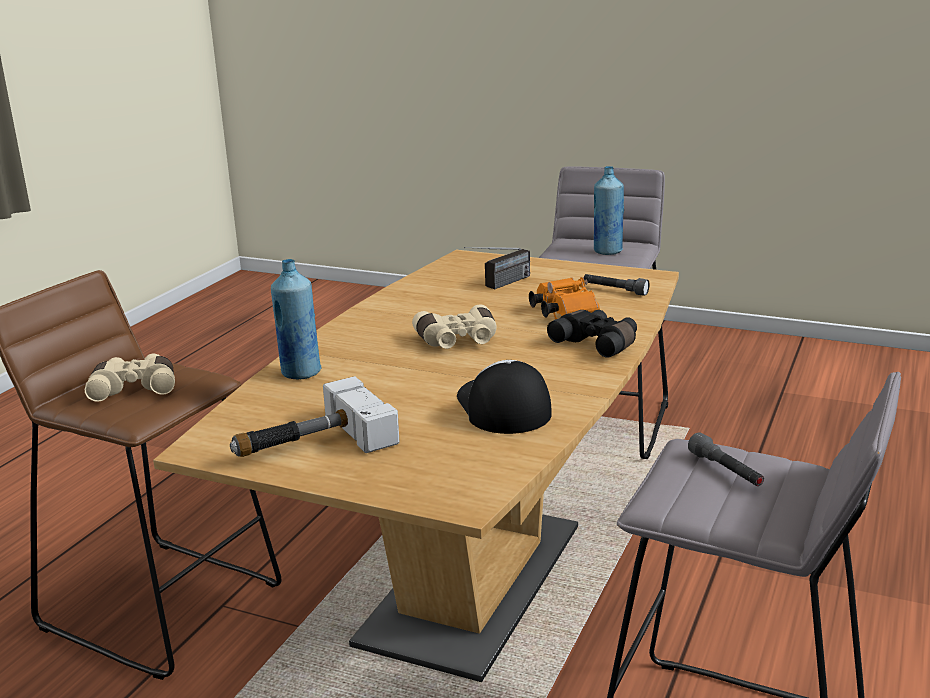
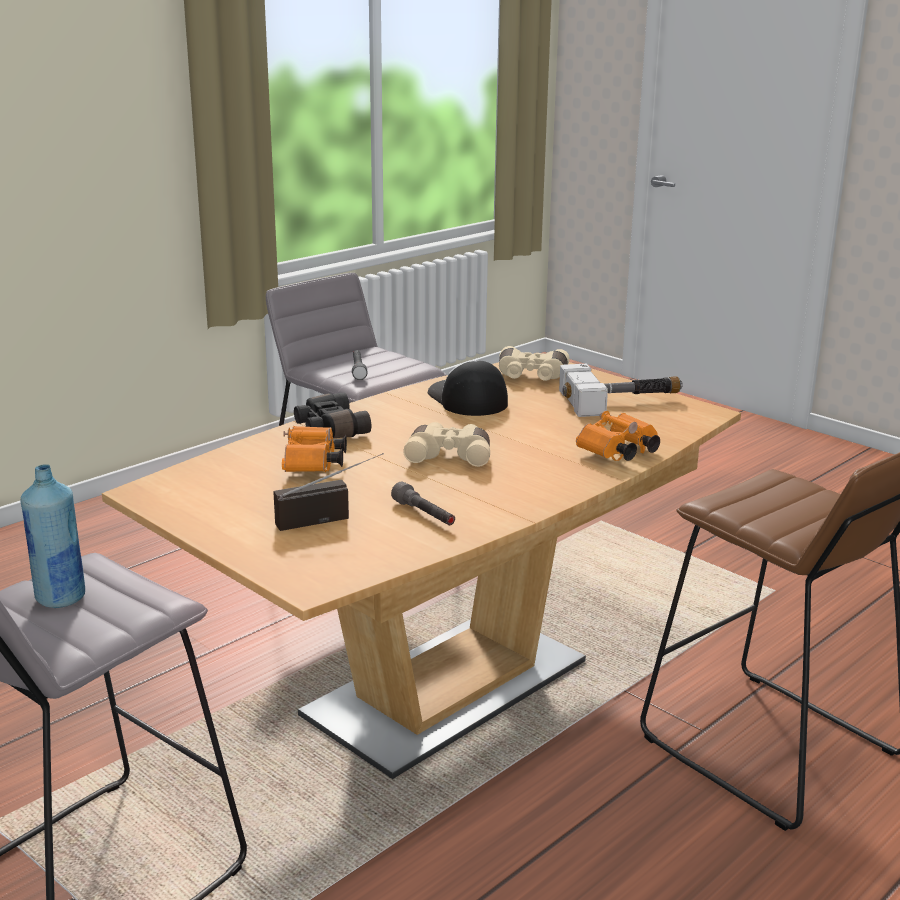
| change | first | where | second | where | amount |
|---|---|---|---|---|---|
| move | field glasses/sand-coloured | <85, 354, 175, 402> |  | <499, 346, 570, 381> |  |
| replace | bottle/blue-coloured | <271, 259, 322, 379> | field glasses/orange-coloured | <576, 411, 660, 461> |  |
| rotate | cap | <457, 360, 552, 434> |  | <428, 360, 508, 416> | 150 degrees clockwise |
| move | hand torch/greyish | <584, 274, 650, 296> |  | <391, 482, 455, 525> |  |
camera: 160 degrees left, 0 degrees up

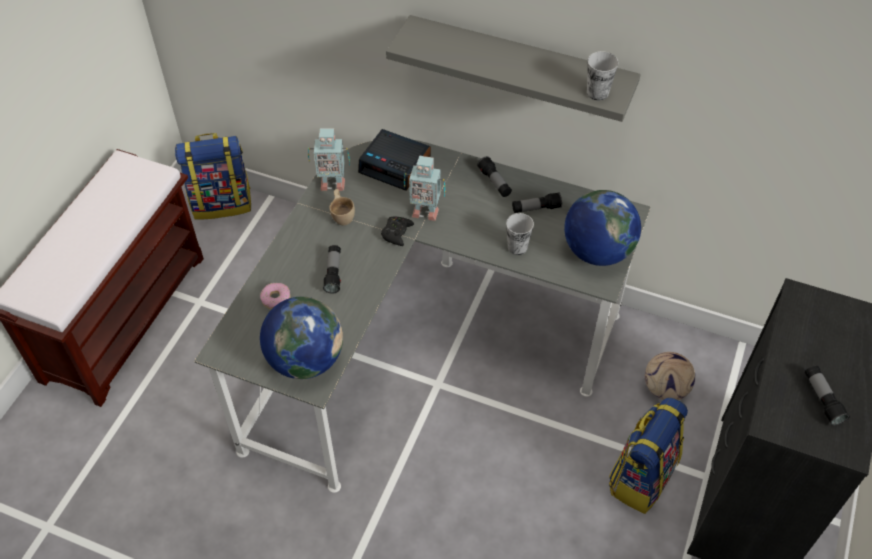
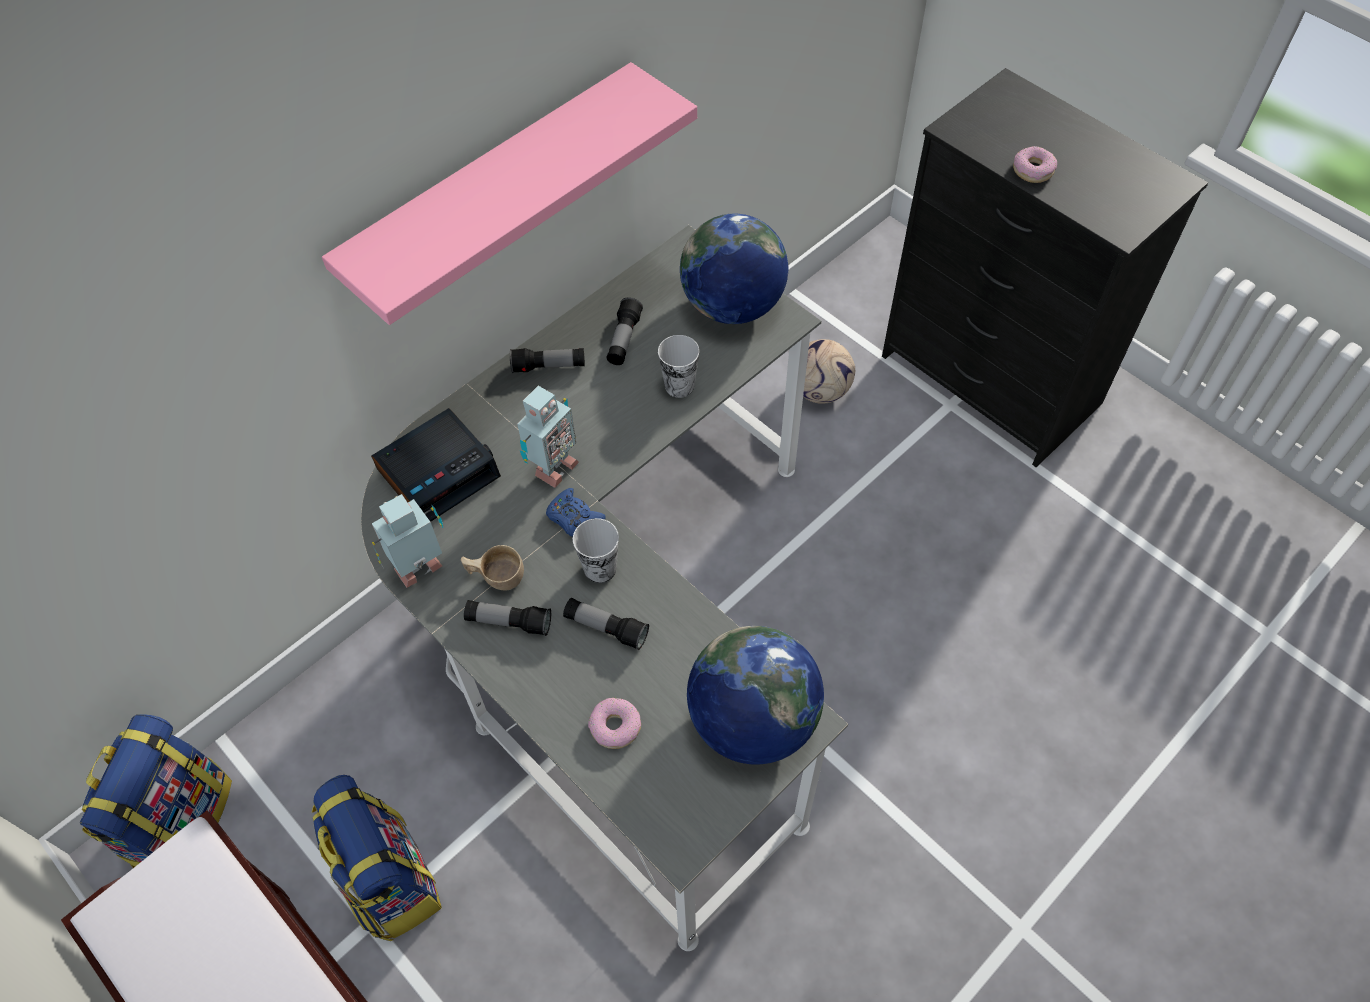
| change | first | where | second | where | amount |
|---|---|---|---|---|---|
| rotate | model robot | <308, 128, 350, 191> |  | <372, 494, 443, 588> | 150 degrees counterclockwise |
| recolor | joypad/black | <381, 217, 414, 246> | joypad/blue-coloured | <546, 488, 606, 537> |  |
| recolor | shelf/greyish | <386, 15, 641, 122> | shelf/pinkish | <322, 62, 697, 325> |  |
| move | cup | <587, 51, 619, 101> |  | <573, 518, 619, 583> |  |
| move | backpack | <609, 397, 688, 514> |  | <312, 775, 442, 941> |  |
| move | hand torch | <805, 366, 850, 426> |  | <464, 600, 551, 636> |  |
| insert |  |  | donut | <1013, 146, 1057, 183> |  |
camera: 65 degrees left, 5 degrees up

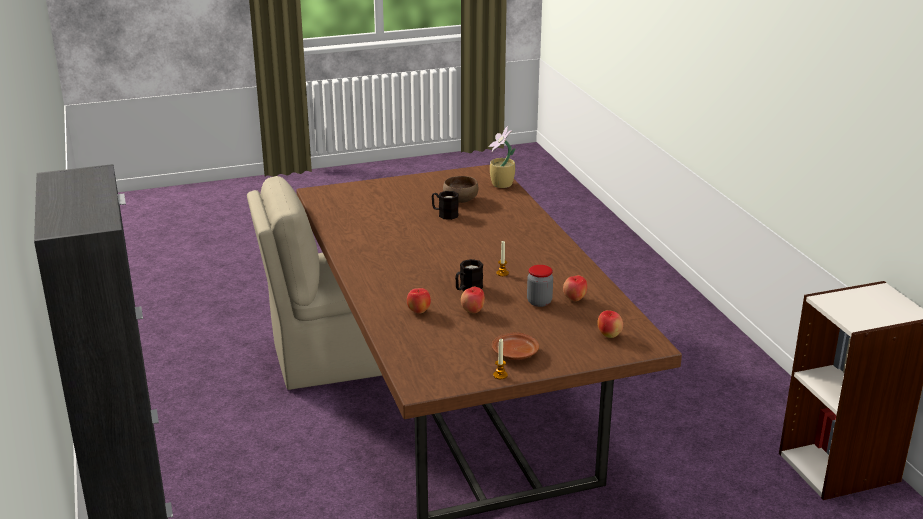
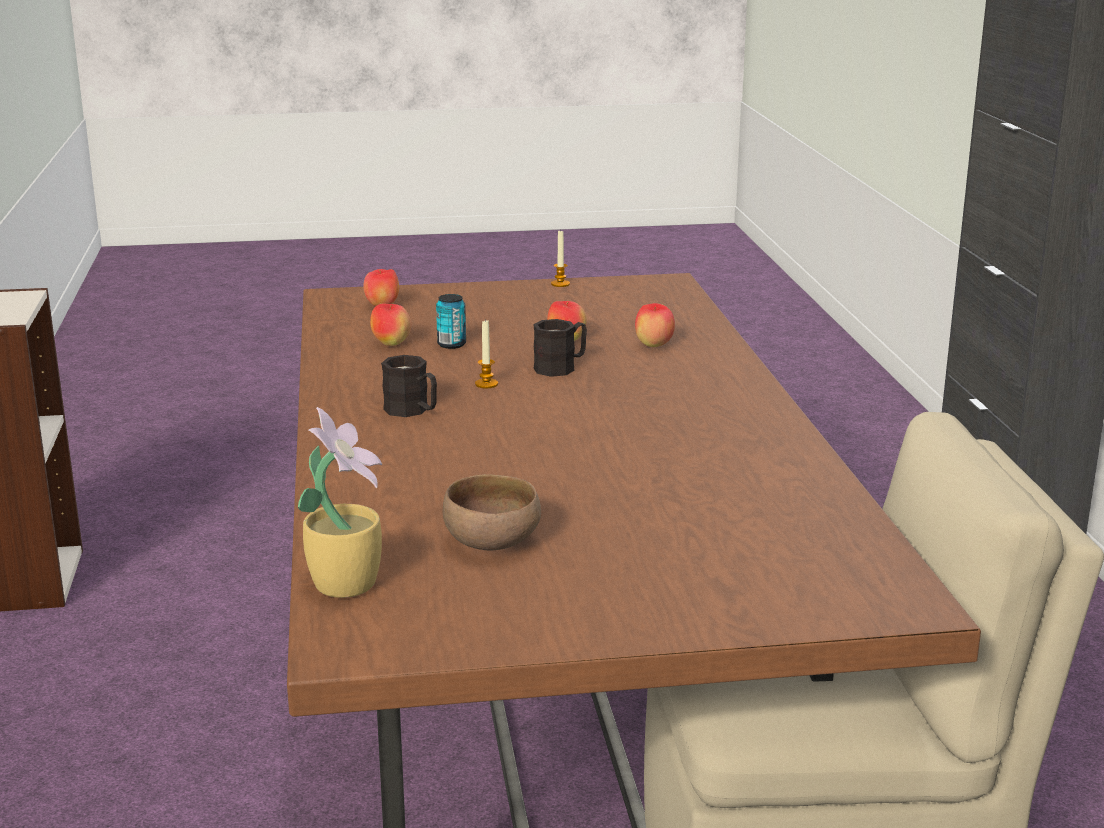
| change | first | where | second | where | amount |
|---|---|---|---|---|---|
| move | tea mug/black | <432, 191, 459, 220> |  | <381, 355, 437, 417> |  |
| delete | plate/brown | <492, 332, 539, 360> |  |  |  |
| replace | storage jar | <527, 265, 553, 307> | sealed can | <436, 294, 466, 349> |  |
camera: 170 degrees left, 5 degrees down

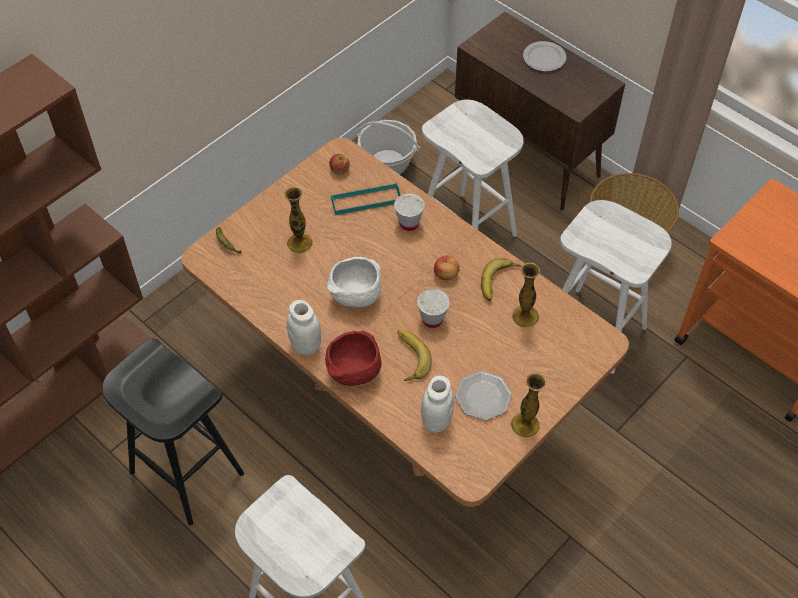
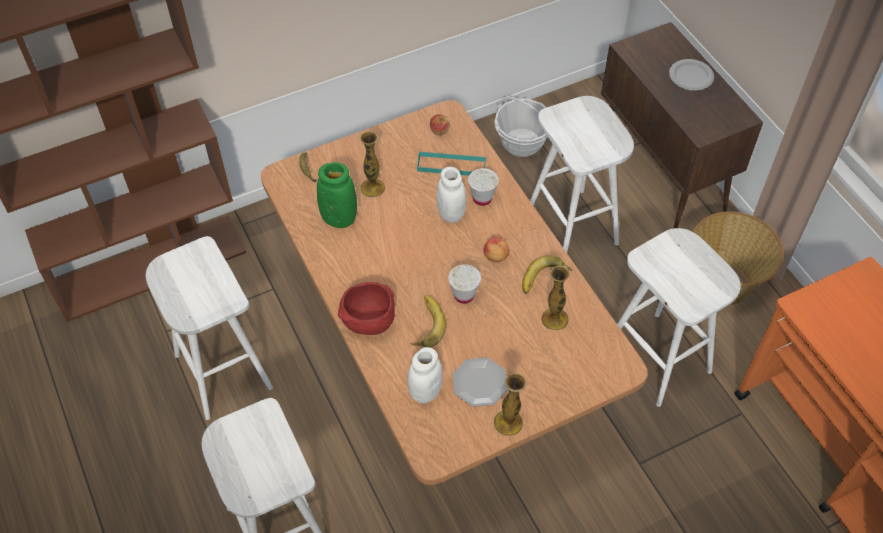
| change | first | where | second | where | amount |
|---|---|---|---|---|---|
| recolor | sitting stool/black | <102, 338, 244, 526> | sitting stool/white-coloured | <146, 236, 273, 420> |  |
| move | storage jar/white-coloured | <287, 300, 321, 355> |  | <436, 167, 466, 223> |  |
| delete | serving bowl/white-coloured | <327, 257, 381, 307> |  |  |  |
| insert |  |  | decorative vase/greenish | <317, 162, 357, 228> |  |
camera: 20 degrees right, 0 degrees up

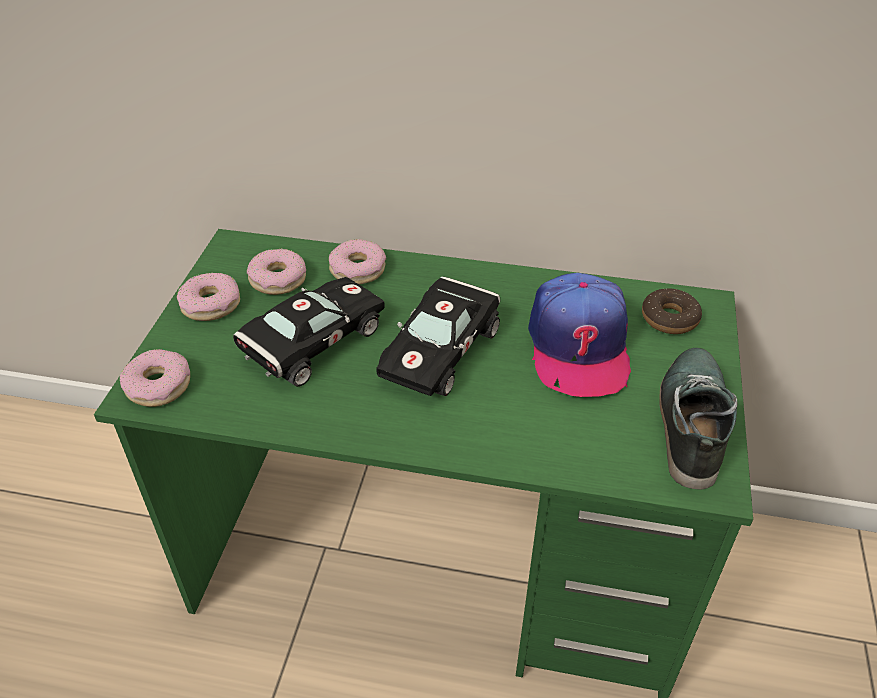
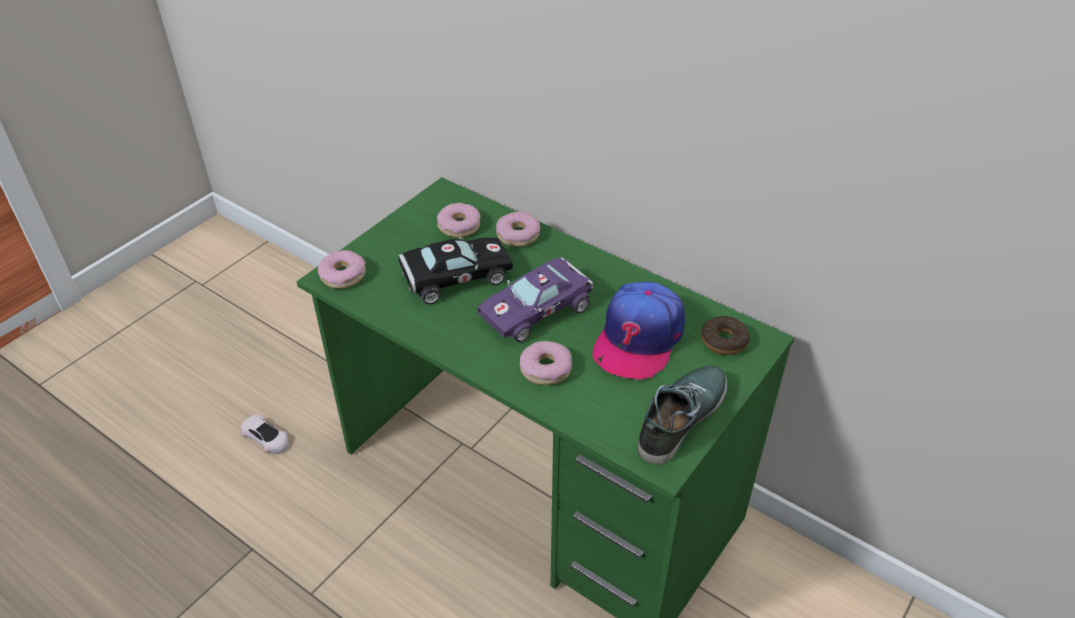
| change | first | where | second | where | amount |
|---|---|---|---|---|---|
| move | donut | <177, 273, 240, 321> |  | <520, 341, 572, 385> |  |
| recolor | toy car/black | <376, 276, 501, 396> | toy car/purple | <477, 257, 594, 342> |  |
| insert |  |  | toy car/white-coloured | <240, 414, 289, 454> |  |
camera: 25 degrees right, 0 degrees up

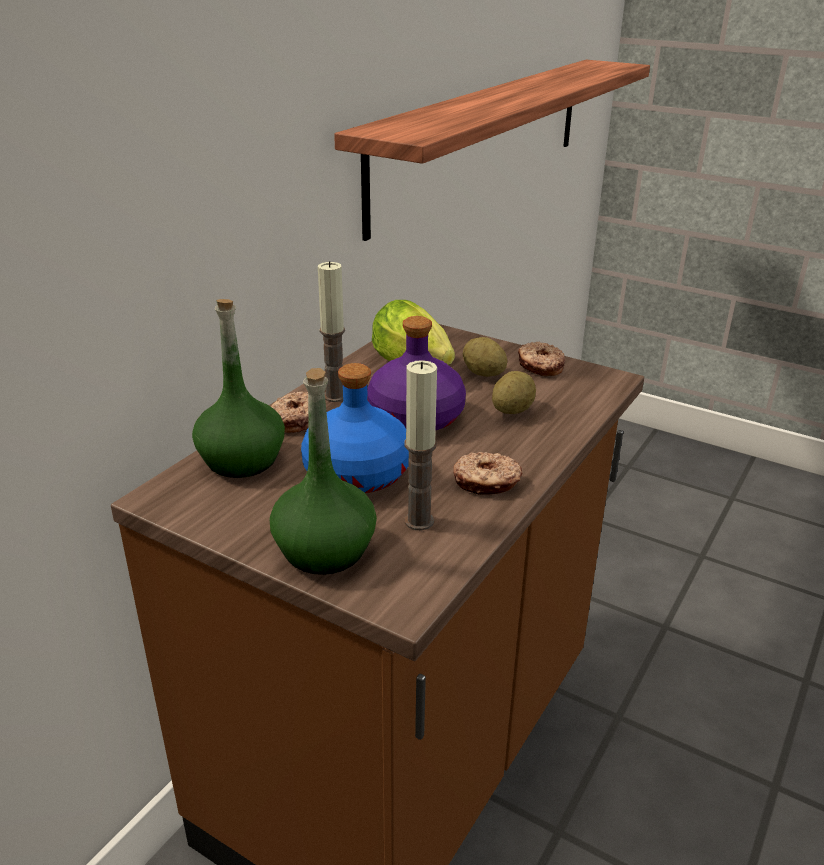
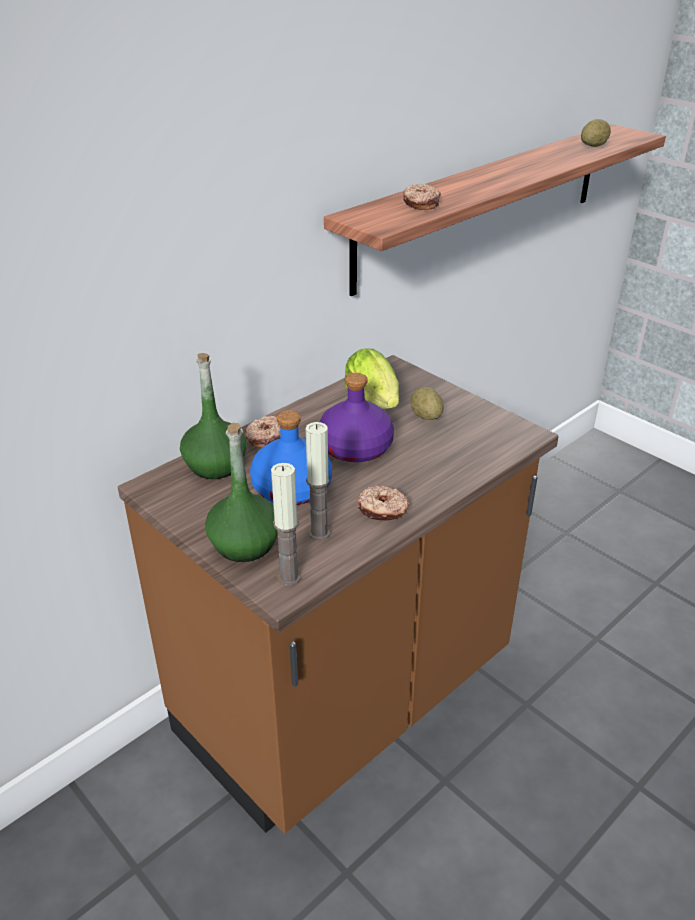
| change | first | where | second | where | amount |
|---|---|---|---|---|---|
| move | wax light | <318, 261, 345, 402> |  | <271, 463, 301, 586> |  |
| move | potato | <492, 371, 536, 414> |  | <581, 119, 611, 147> |  |
| move | donut | <518, 342, 565, 376> |  | <403, 184, 441, 210> |  |
camera: 15 degrees right, 5 degrees up

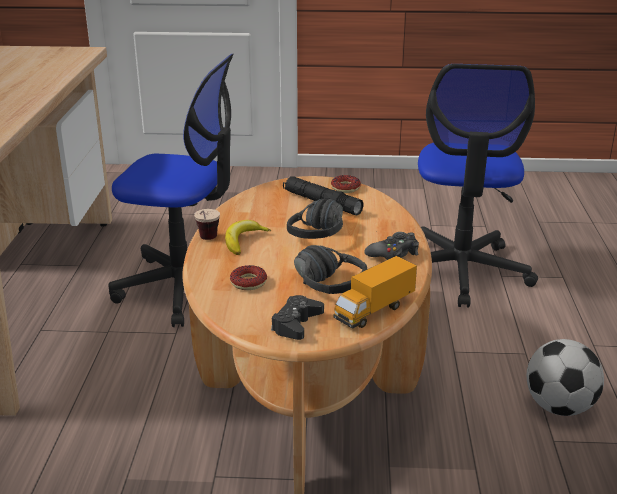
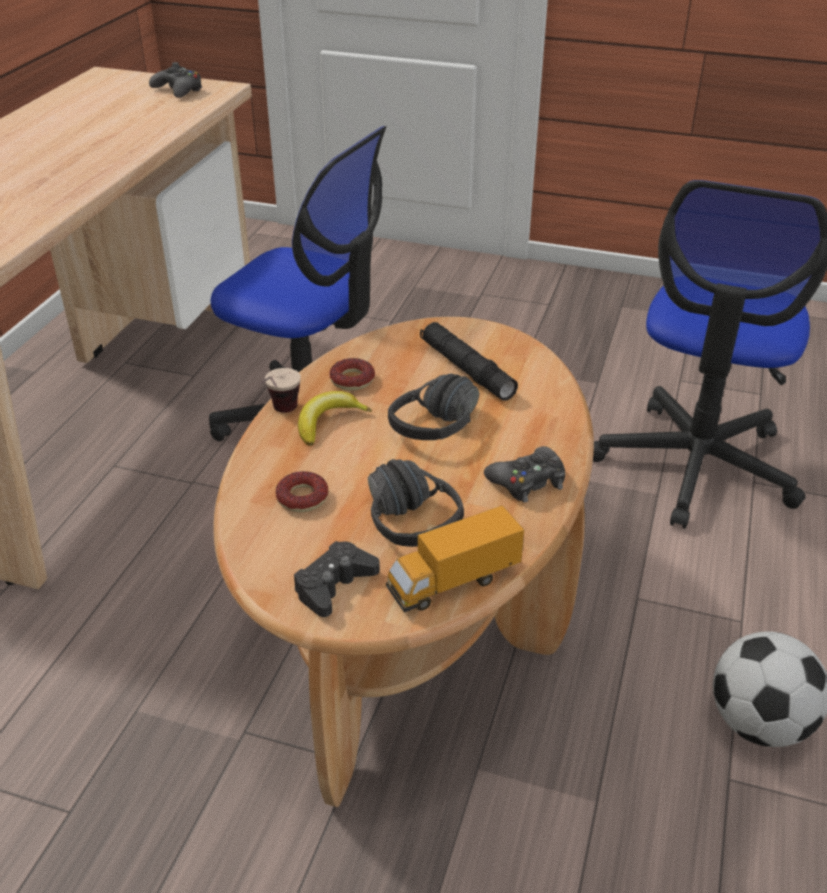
| change | first | where | second | where | amount |
|---|---|---|---|---|---|
| move | donut | <331, 175, 361, 193> |  | <329, 358, 375, 390> |  |
| insert |  |  | joypad/black | <149, 62, 202, 98> |  |
camera: 15 degrees right, 10 degrees up

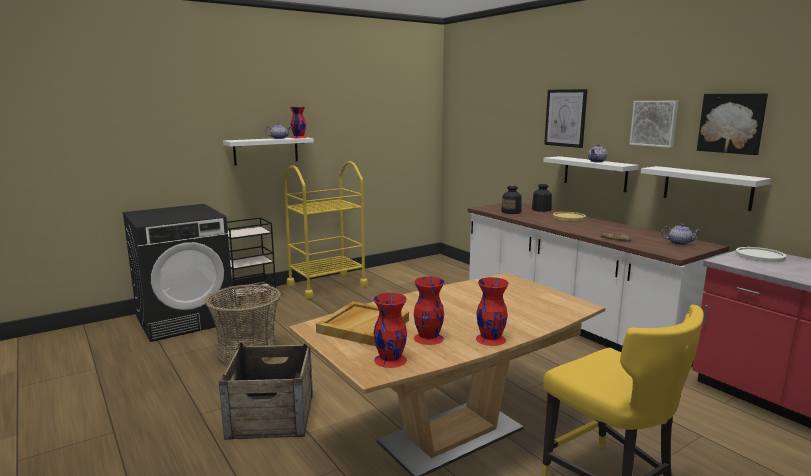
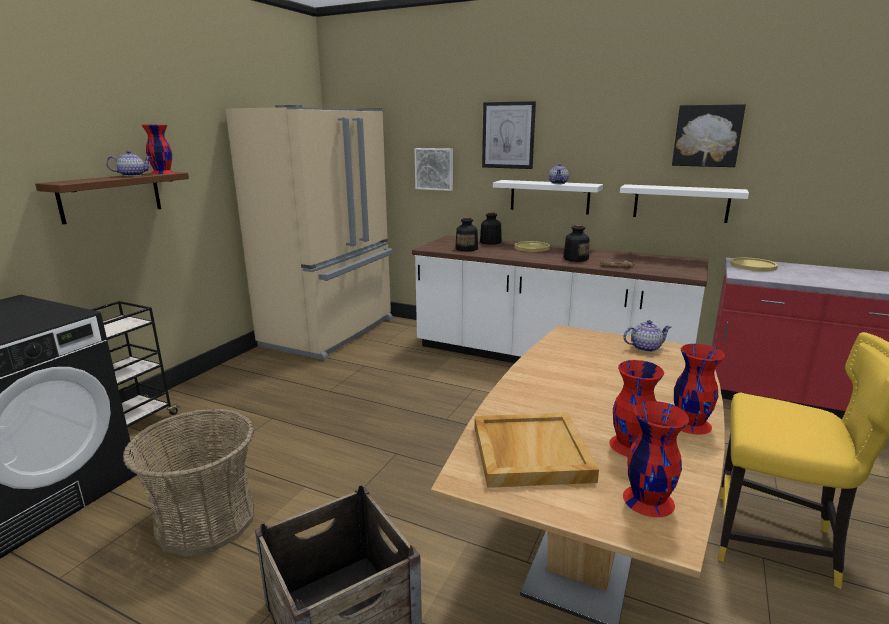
| change | first | where | second | where | amount |
|---|---|---|---|---|---|
| recolor | shelf/white-coloured | <223, 137, 314, 166> | shelf/brown | <35, 172, 189, 224> |  |
| delete | wheeled cart/yellowish | <284, 161, 368, 299> |  |  |  |
| move | wall picture | <629, 101, 679, 148> |  | <415, 148, 453, 191> |  |
| move | tea pot | <662, 224, 701, 245> |  | <623, 320, 672, 352> |  |
| recolor | plate/white-coloured | <735, 247, 786, 262> | plate/yellowish | <730, 258, 778, 271> |  |
| insert |  |  | fridge/sand-coloured | <225, 105, 393, 360> |  |
| insert |  |  | bottle | <563, 224, 589, 262> |  |
camera: 30 degrees left, 5 degrees up

